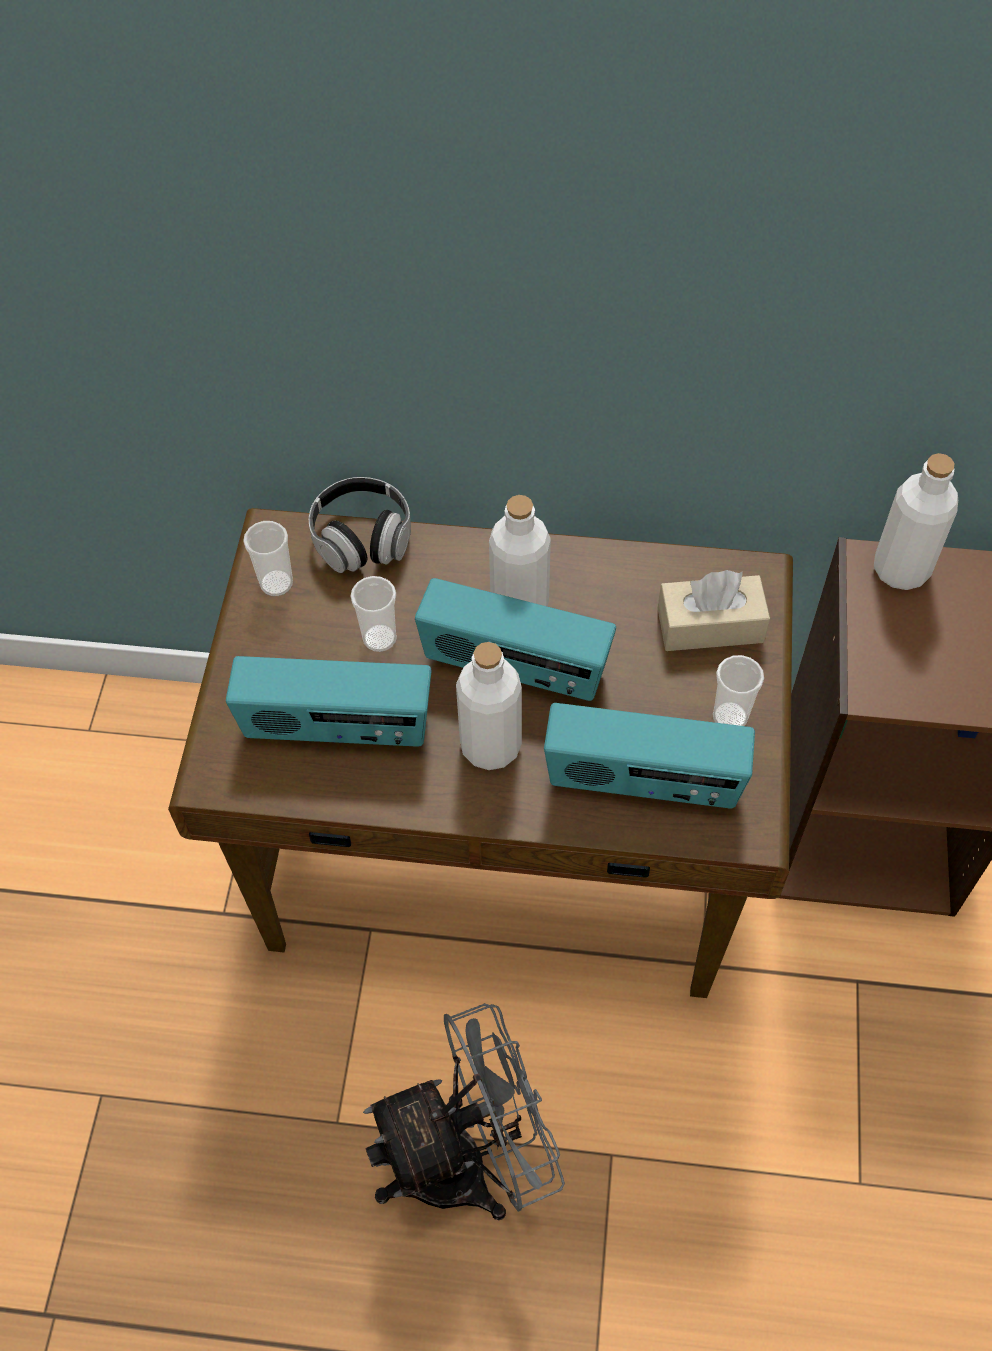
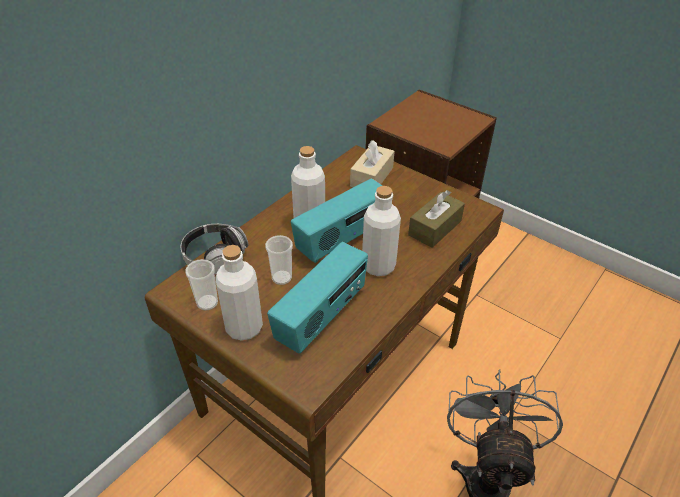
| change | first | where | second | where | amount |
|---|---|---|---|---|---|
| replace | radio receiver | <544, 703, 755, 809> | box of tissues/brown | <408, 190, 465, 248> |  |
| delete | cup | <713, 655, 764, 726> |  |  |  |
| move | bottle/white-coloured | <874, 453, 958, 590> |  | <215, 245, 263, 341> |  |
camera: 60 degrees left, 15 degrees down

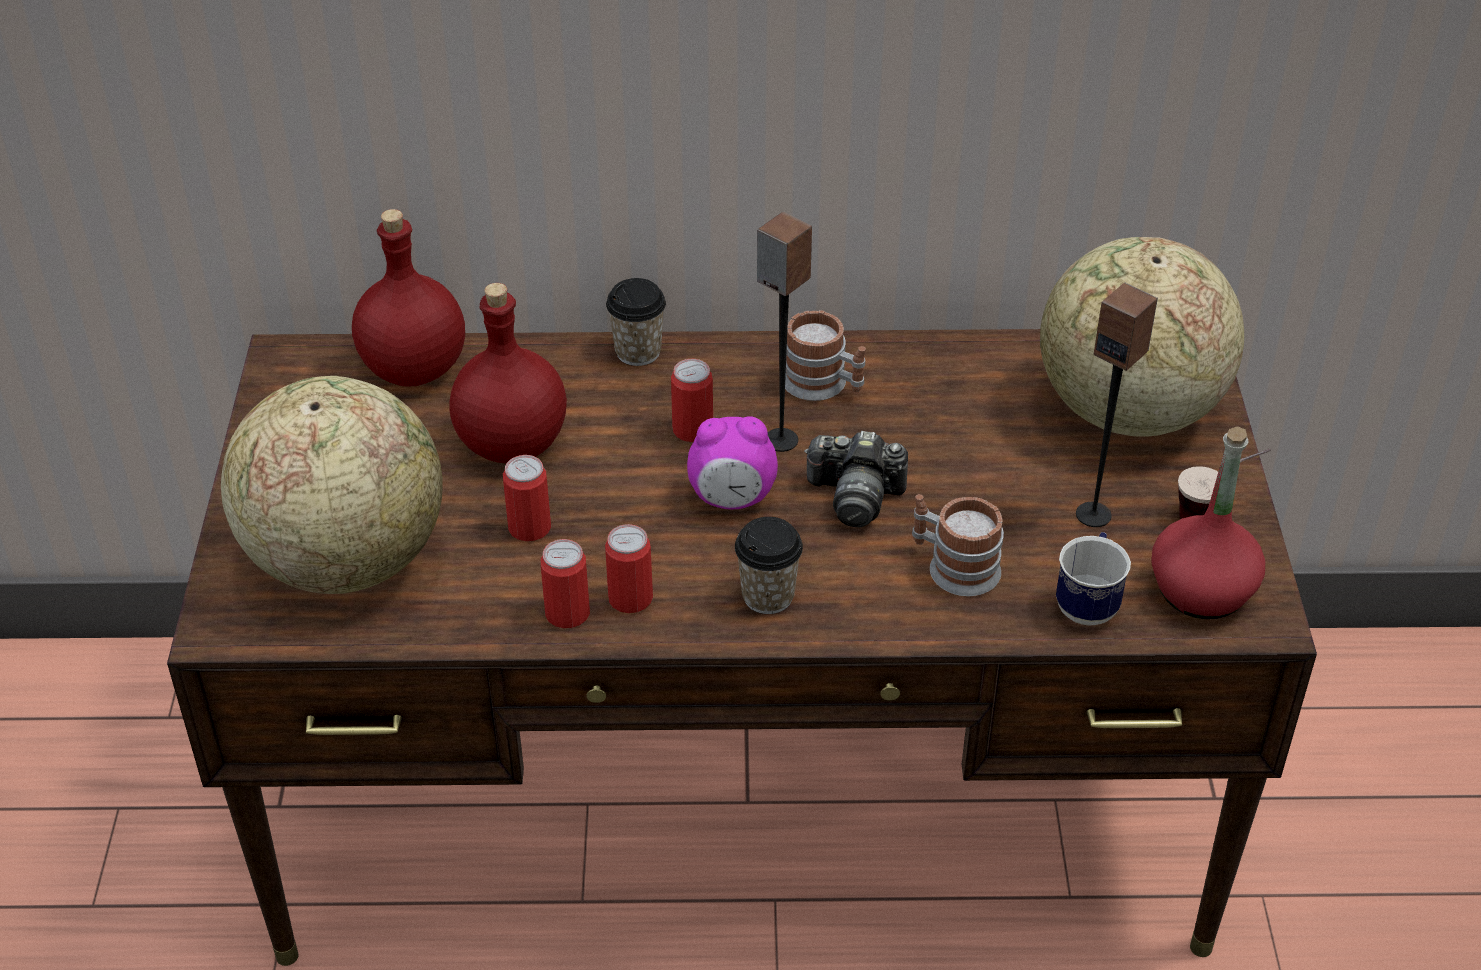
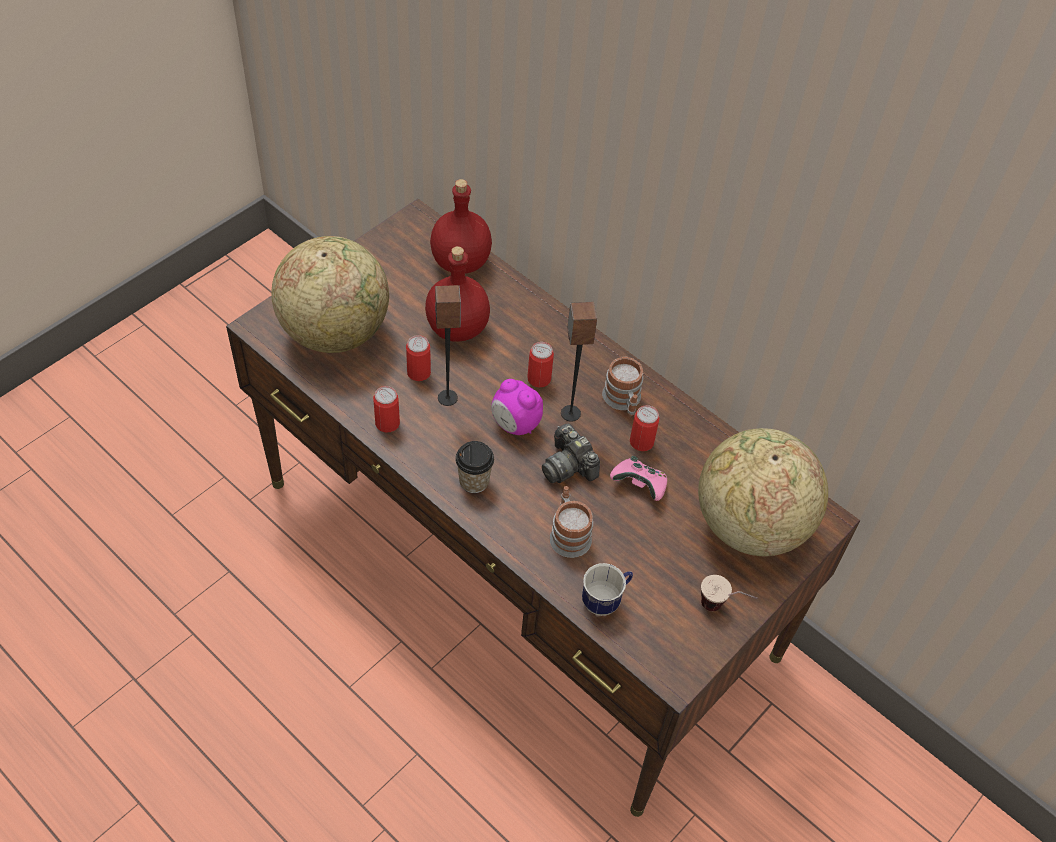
| change | first | where | second | where | amount |
|---|---|---|---|---|---|
| move | sealed can | <605, 524, 653, 613> |  | <630, 405, 659, 451> |  |
| delete | cup | <606, 278, 666, 366> |  |  |  |
| move | loudspeaker | <1076, 283, 1158, 527> |  | <435, 285, 461, 406> |  |
| delete | bottle/red-coloured | <1151, 426, 1265, 619> |  |  |  |
| insert |  |  | joypad/pinkish | <610, 456, 667, 501> |  |
camera: 40 degrees right, 10 degrees up

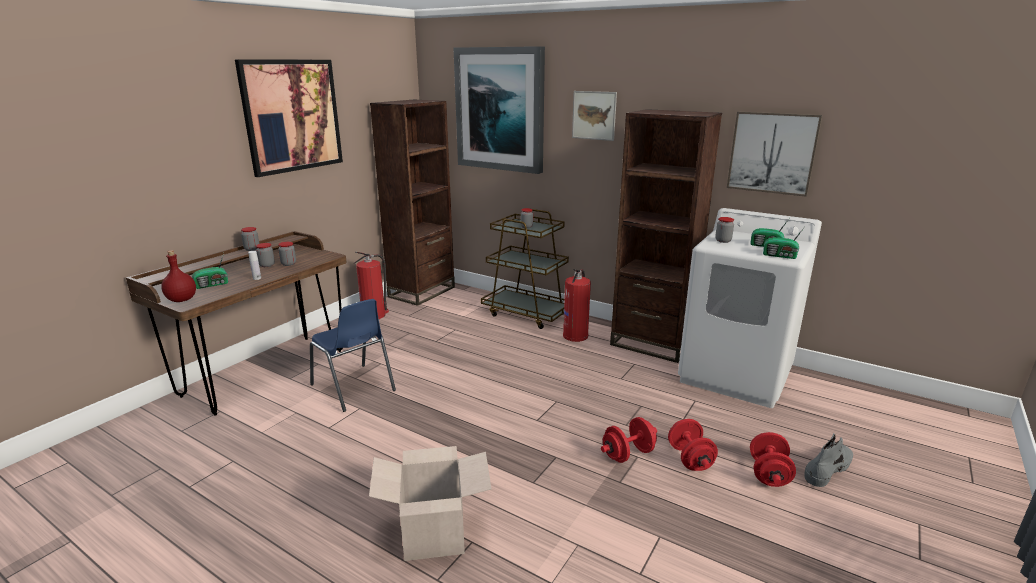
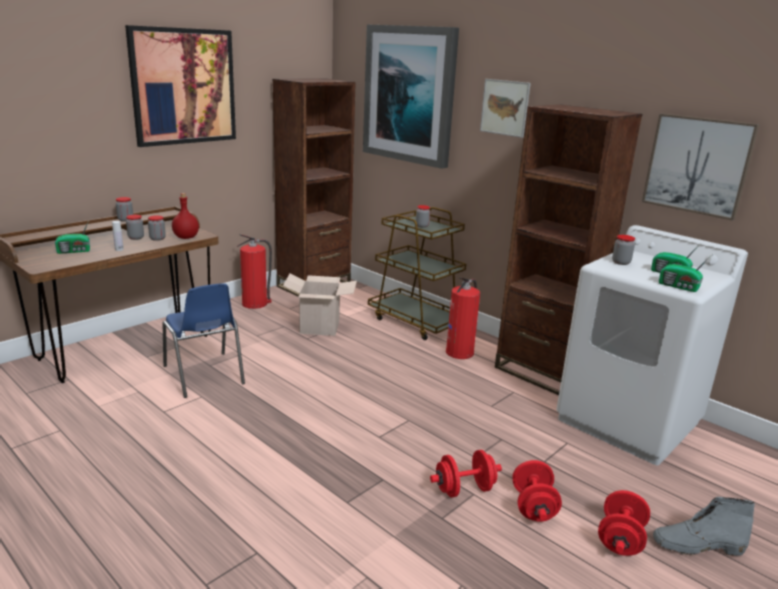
| change | first | where | second | where | amount |
|---|---|---|---|---|---|
| move | bottle/red-coloured | <161, 250, 196, 302> |  | <172, 193, 199, 239> |  |
| move | packing box | <369, 446, 491, 561> |  | <283, 273, 357, 336> |  |
| rotate | tall boot/greyish | <804, 433, 853, 487> |  | <653, 497, 755, 556> | 150 degrees counterclockwise |
camera: 10 degrees right, 0 degrees up

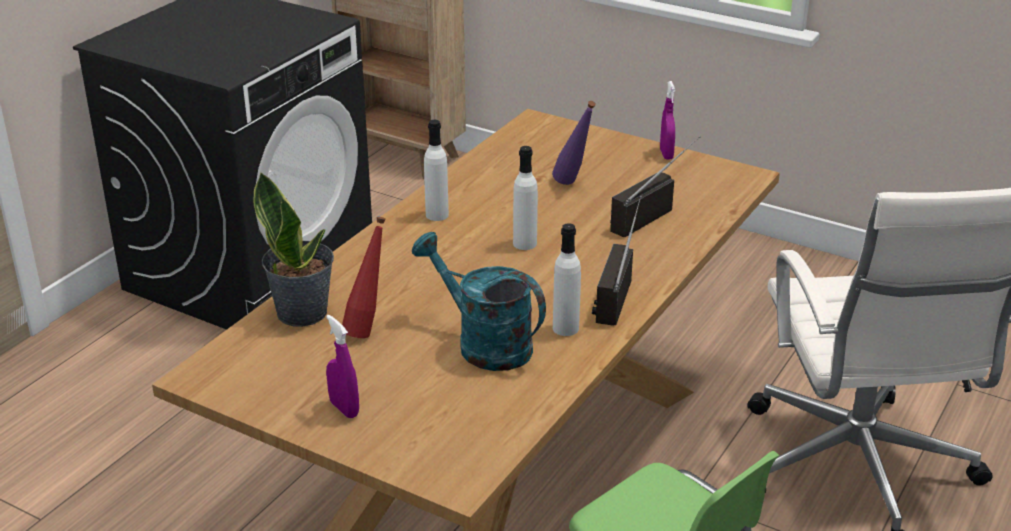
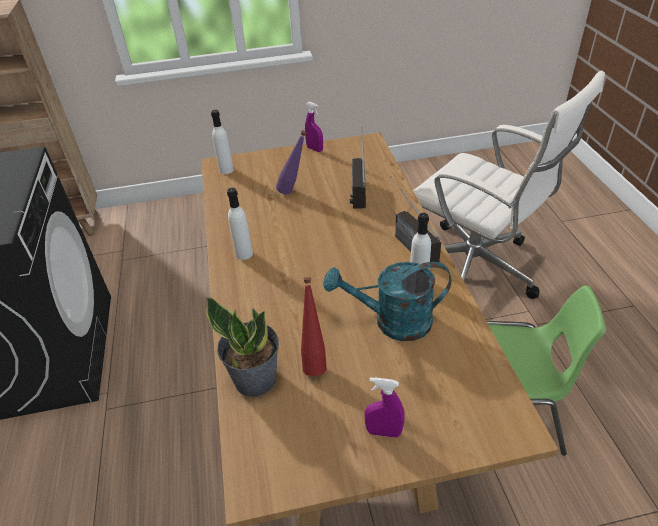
| change | first | where | second | where | amount |
|---|---|---|---|---|---|
| move | bottle/white-coloured | <513, 146, 538, 250> |  | <211, 110, 234, 174> |  |
camera: 40 degrees left, 10 degrees up

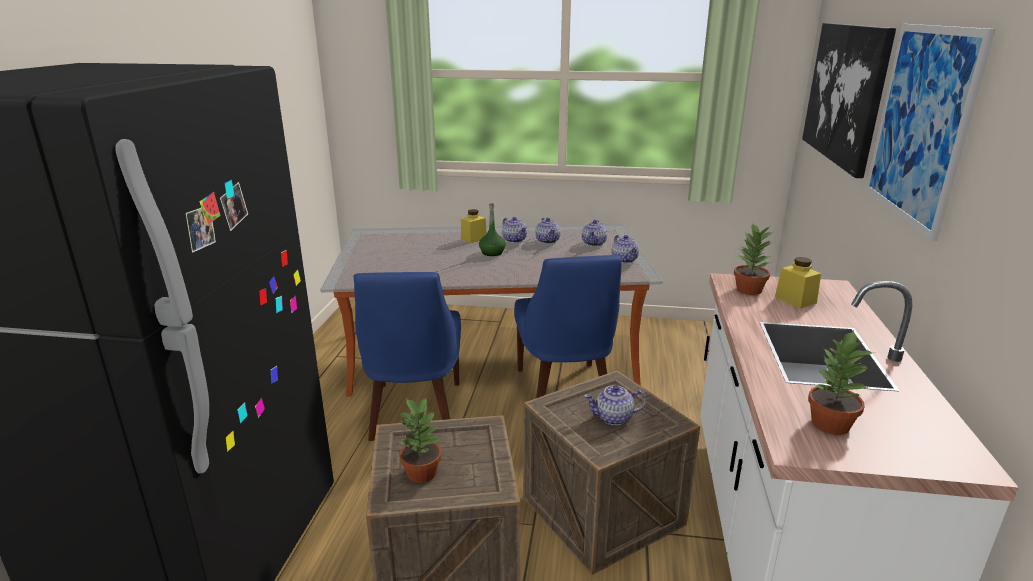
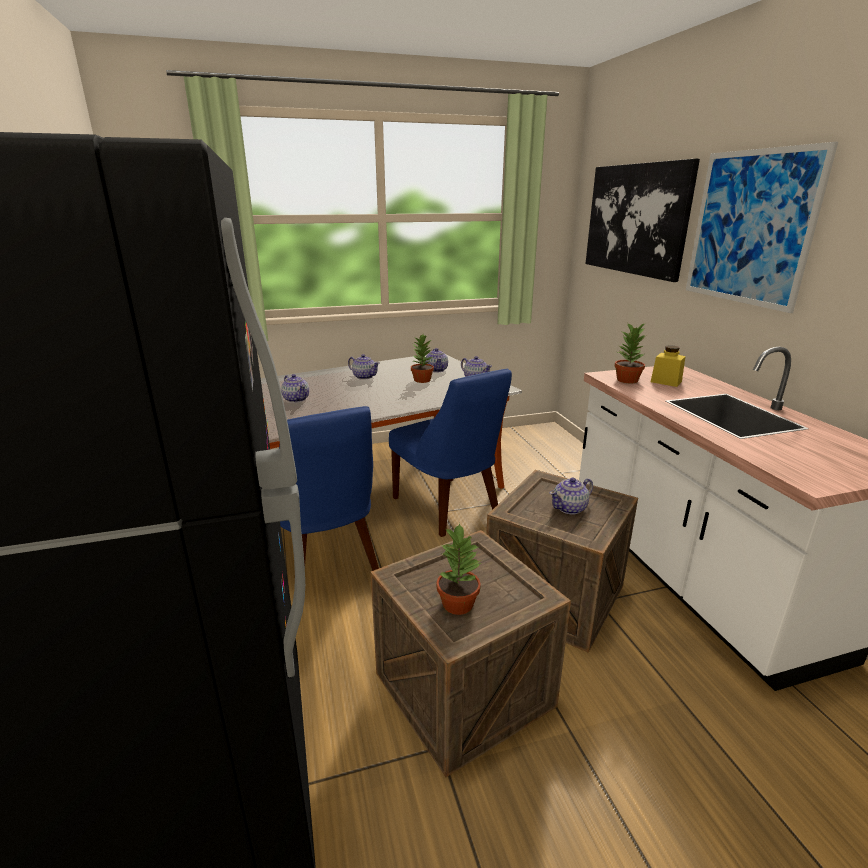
| change | first | where | second | where | amount |
|---|---|---|---|---|---|
| delete | storage jar/yellowish | <461, 209, 487, 243> |  |  |  |
| delete | bottle/greenish | <479, 203, 506, 256> |  |  |  |
| move | tea pot | <535, 218, 561, 244> |  | <281, 374, 309, 403> |  |
| move | houseplant | <808, 330, 872, 435> |  | <411, 335, 434, 383> |  |
camera: 25 degrees left, 0 degrees up

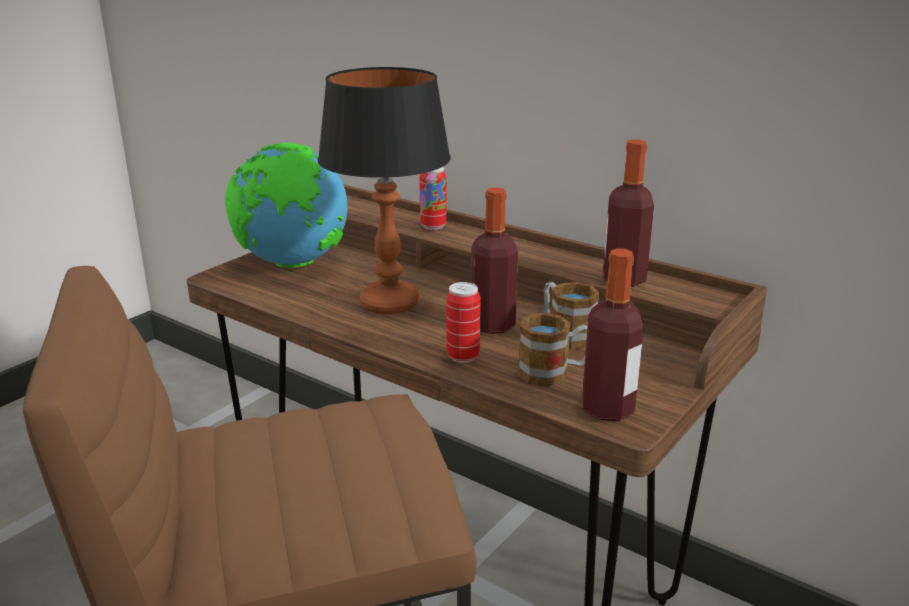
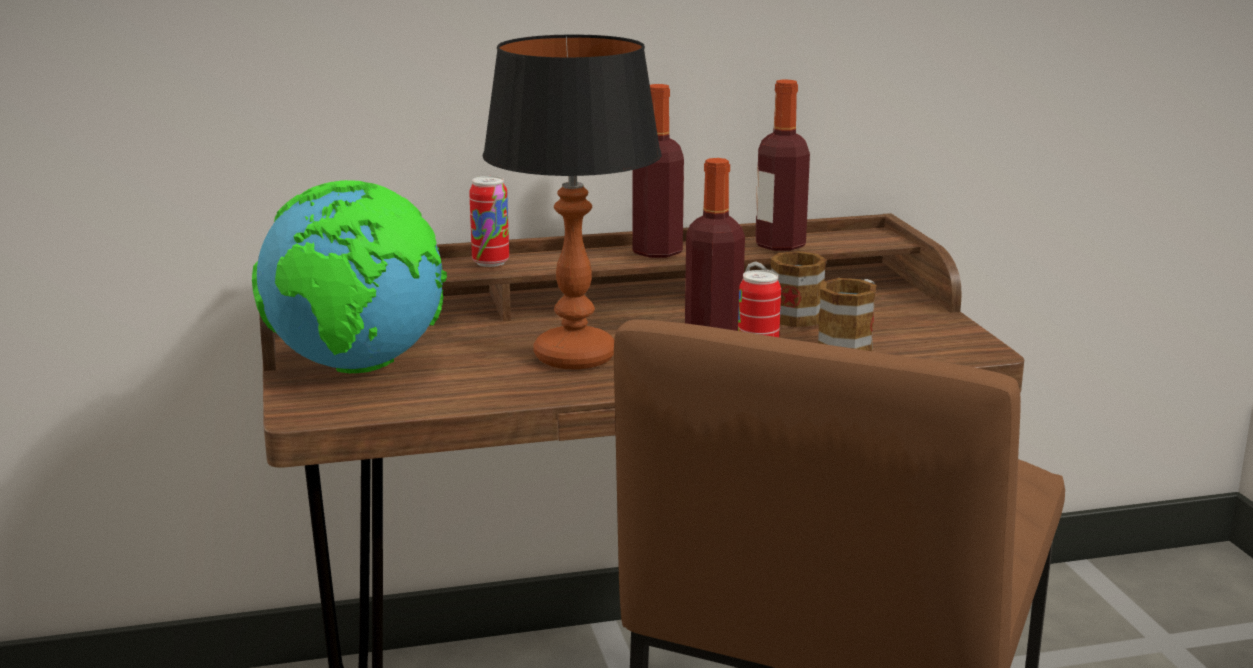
| change | first | where | second | where | amount |
|---|---|---|---|---|---|
| move | bottle | <582, 248, 644, 421> |  | <632, 84, 684, 258> |  |
camera: 50 degrees left, 5 degrees down

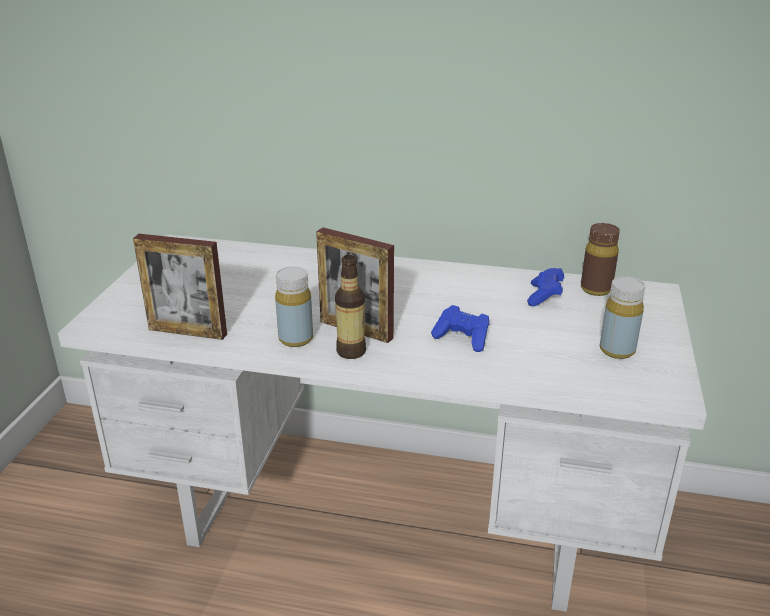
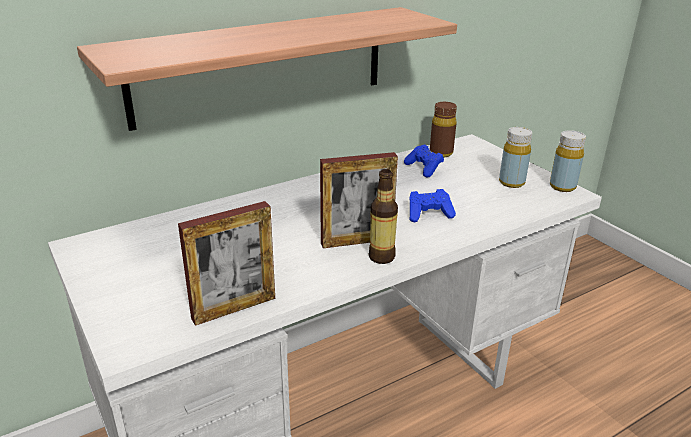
| change | first | where | second | where | amount |
|---|---|---|---|---|---|
| move | bottle/yellowish | <275, 266, 313, 347> |  | <550, 130, 586, 192> |  |
| insert |  |  | shelf | <77, 7, 457, 131> |  |
camera: 45 degrees left, 0 degrees up

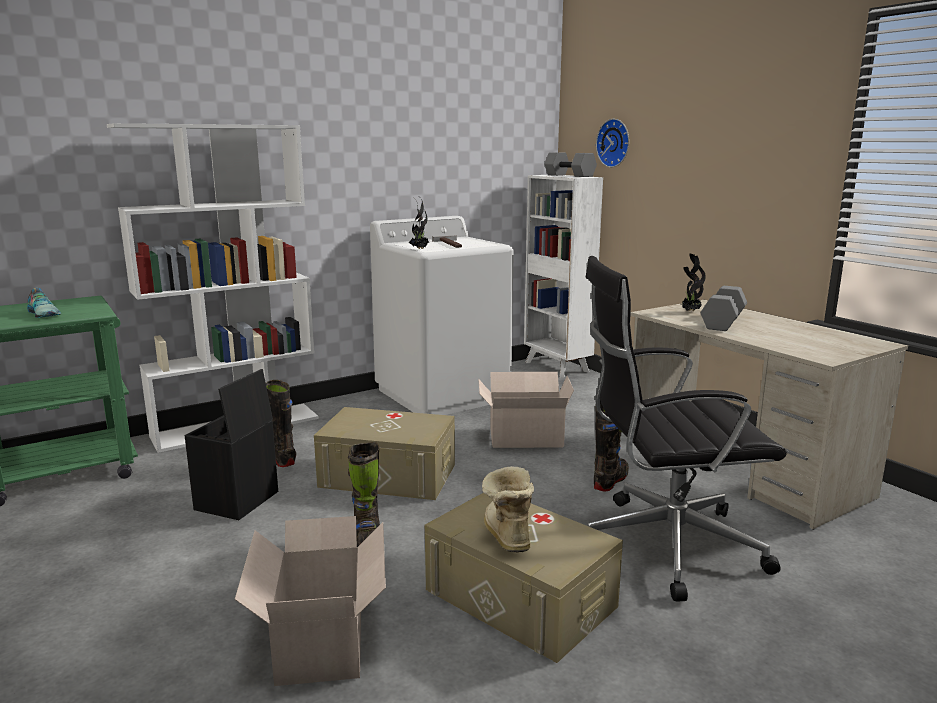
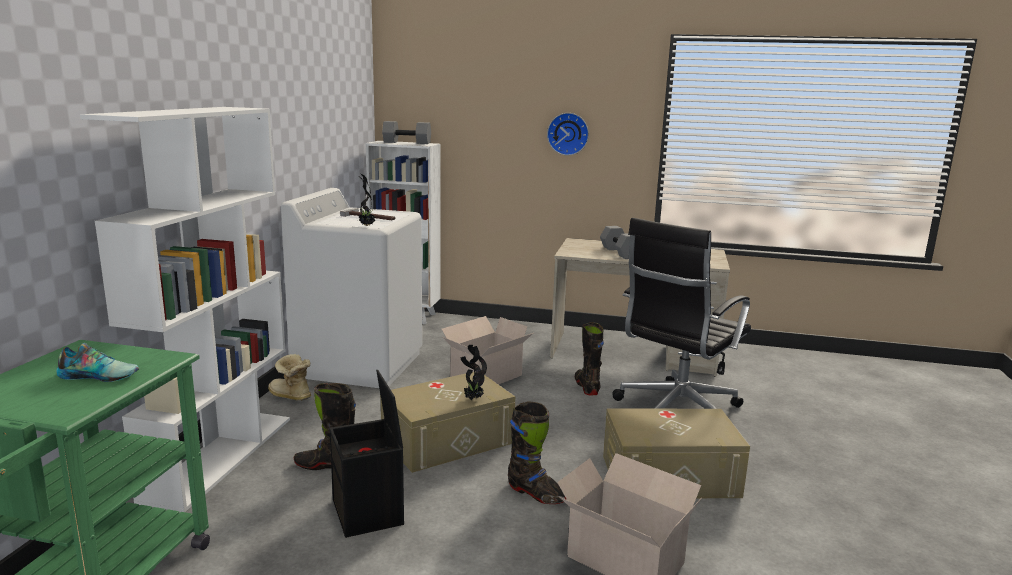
| change | first | where | second | where | amount |
|---|---|---|---|---|---|
| move | tall boot | <482, 466, 534, 552> |  | <268, 354, 311, 401> |  |
| move | hanging clock | <596, 119, 629, 167> |  | <547, 113, 589, 156> |  |
| move | houseplant | <682, 253, 706, 311> |  | <460, 345, 487, 400> |  |
camera: 45 degrees left, 0 degrees up

